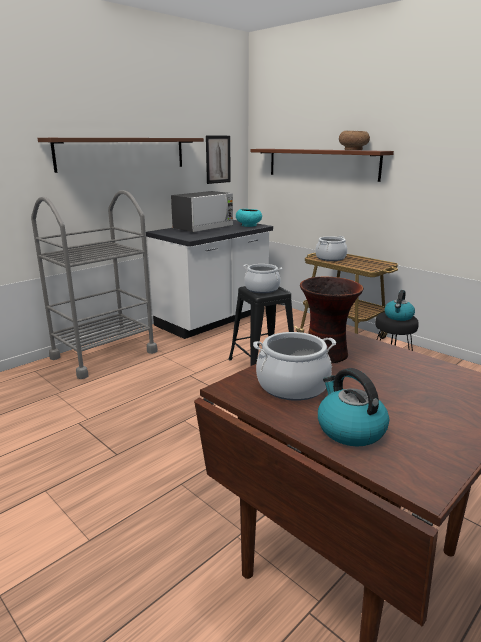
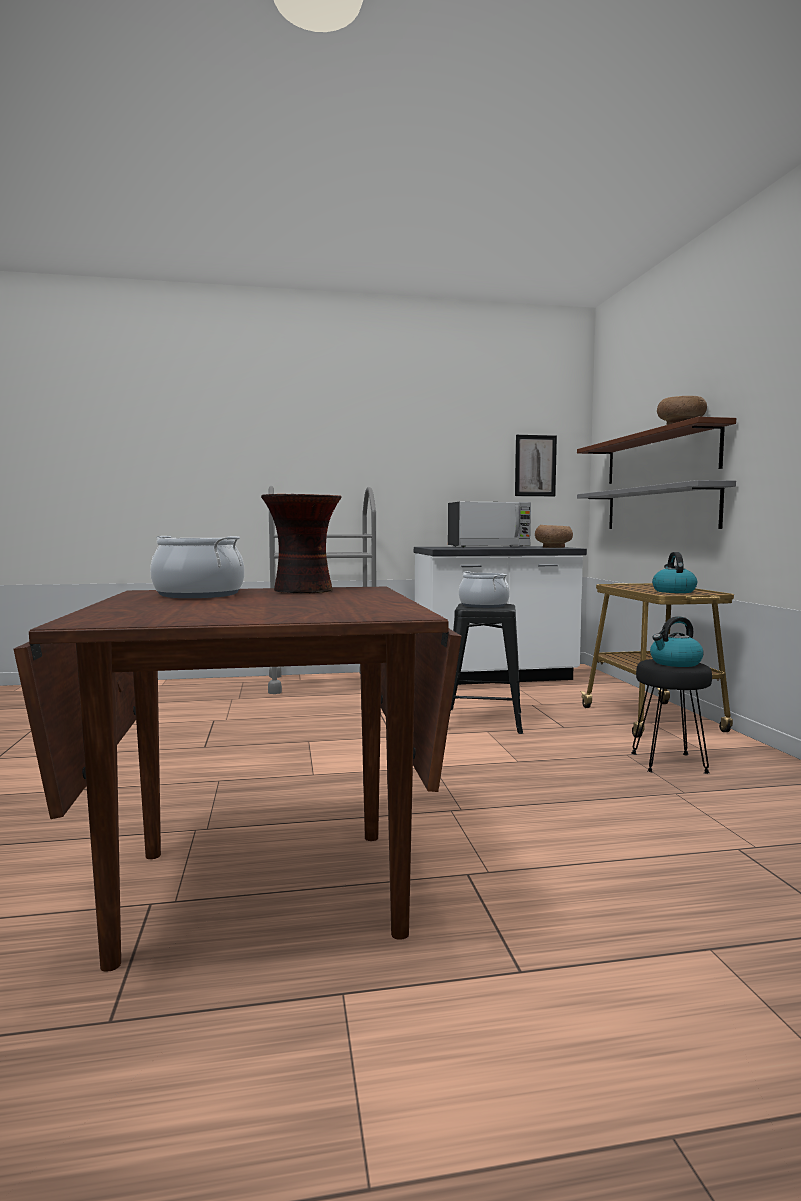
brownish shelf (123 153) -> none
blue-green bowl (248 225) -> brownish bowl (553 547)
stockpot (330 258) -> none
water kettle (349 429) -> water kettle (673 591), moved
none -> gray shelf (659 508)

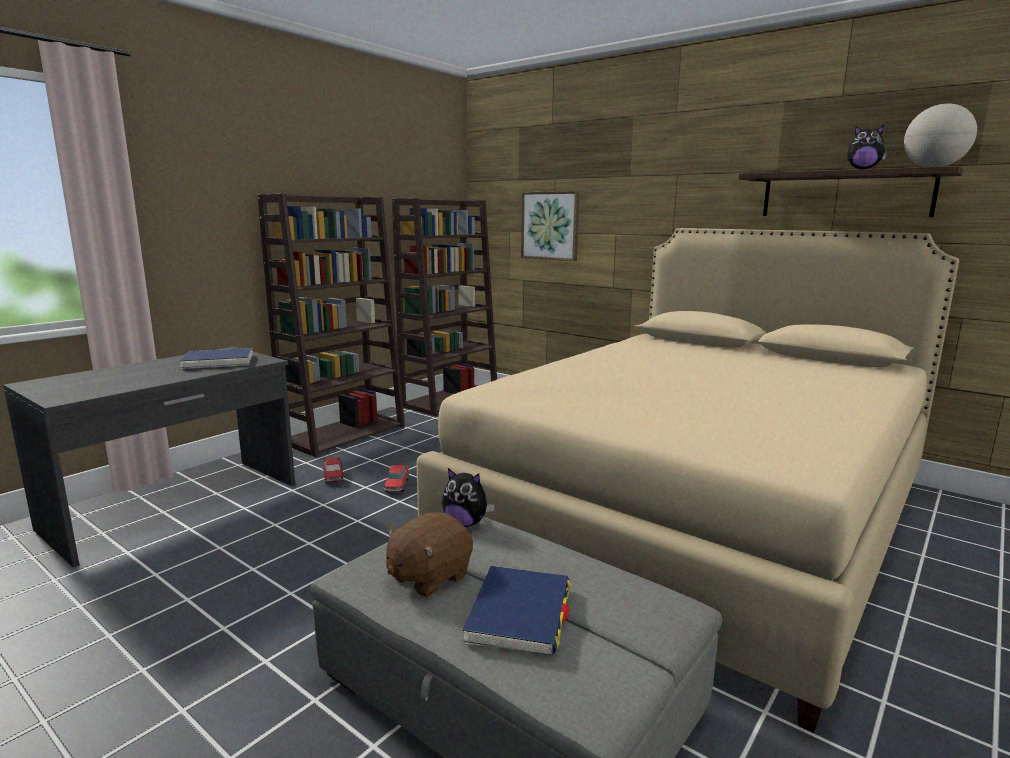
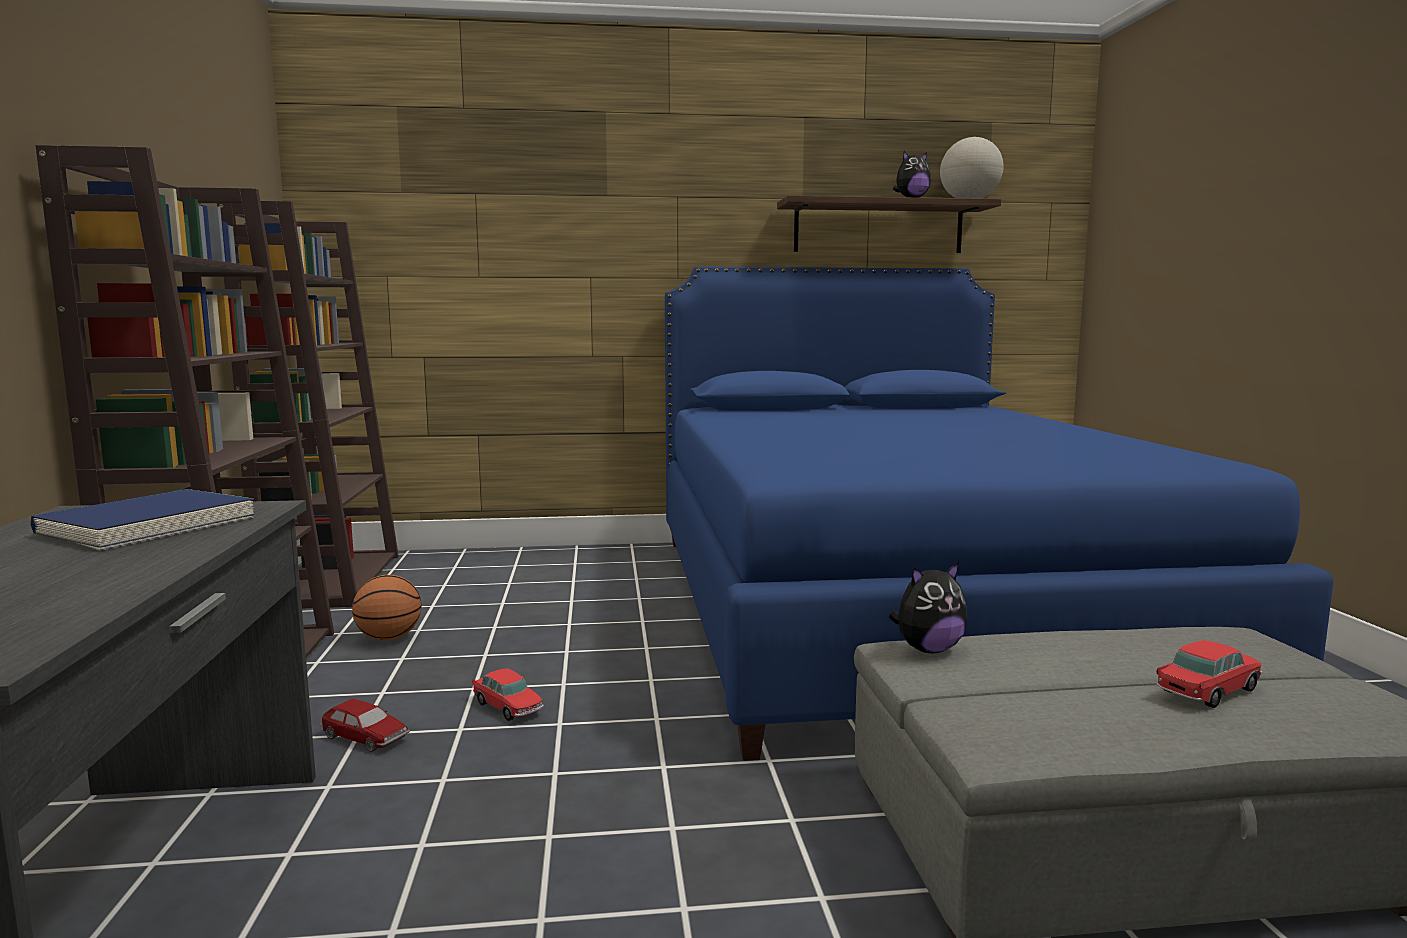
wall art (550 225) -> none
sand-coloured bed (696 515) -> bluish bed (895 610)
brownish soft toy (428 577) -> none
bluish bound book (519 614) -> toy car (1208 691)
none -> ball for basketball (389 638)

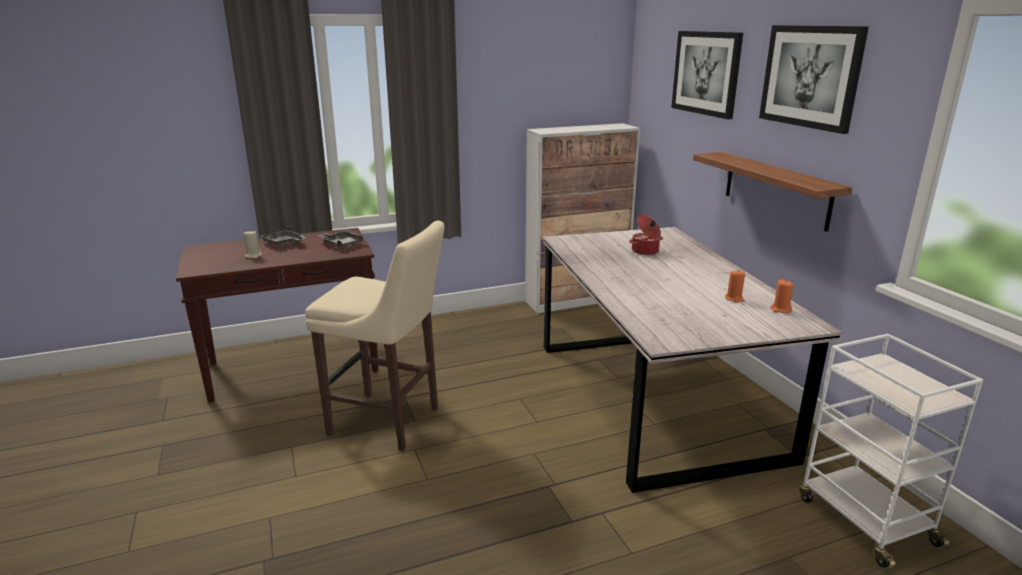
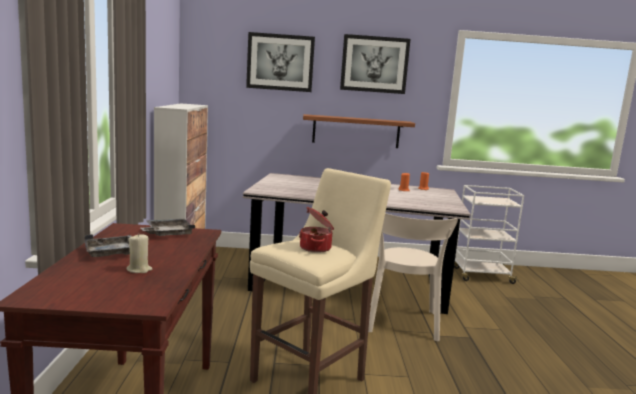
stockpot (645 251) -> stockpot (316 248), moved
none -> sand-coloured plain chair (402 324)

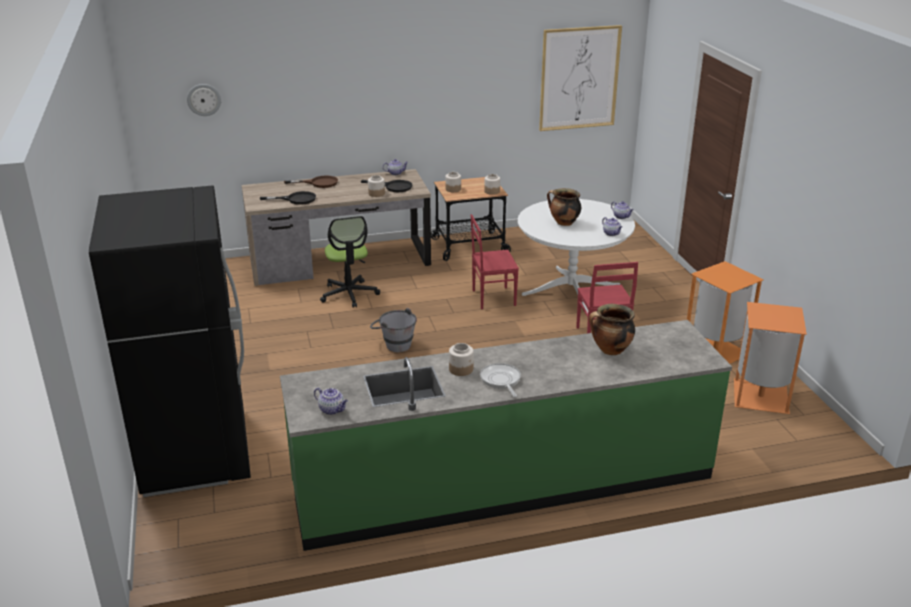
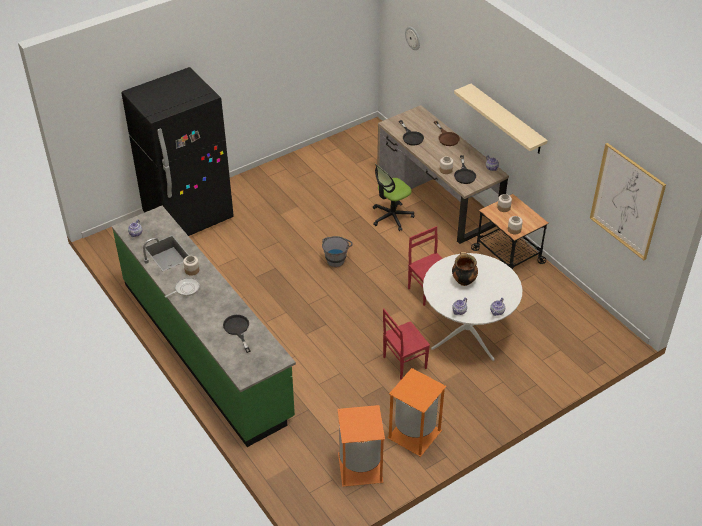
stockpot (610 350) -> black-coloured skillet (237 329)
none -> sand-coloured shelf (507 119)

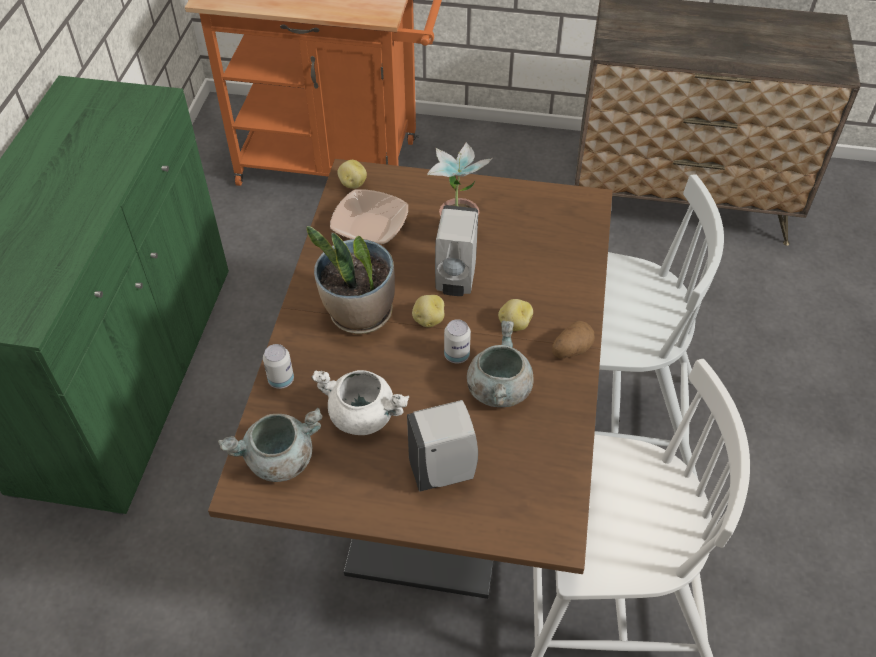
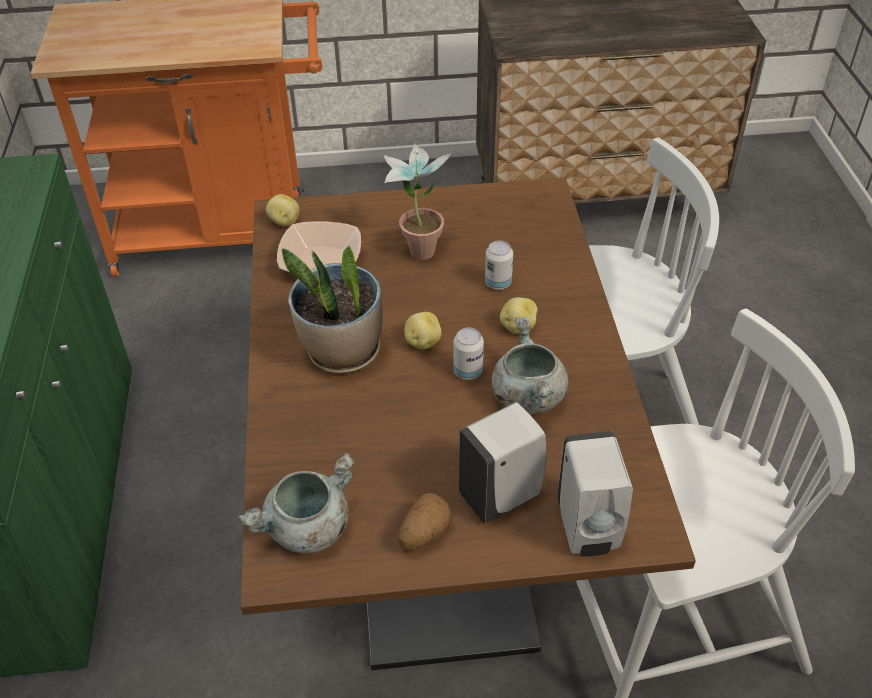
white-coloured soap dispenser (455 280) -> white-coloured soap dispenser (587 531), moved
whole potato (571 349) -> whole potato (423 533), moved
metal can (281 380) -> metal can (498 283), moved
white-coloured stockpot (364 415) -> none

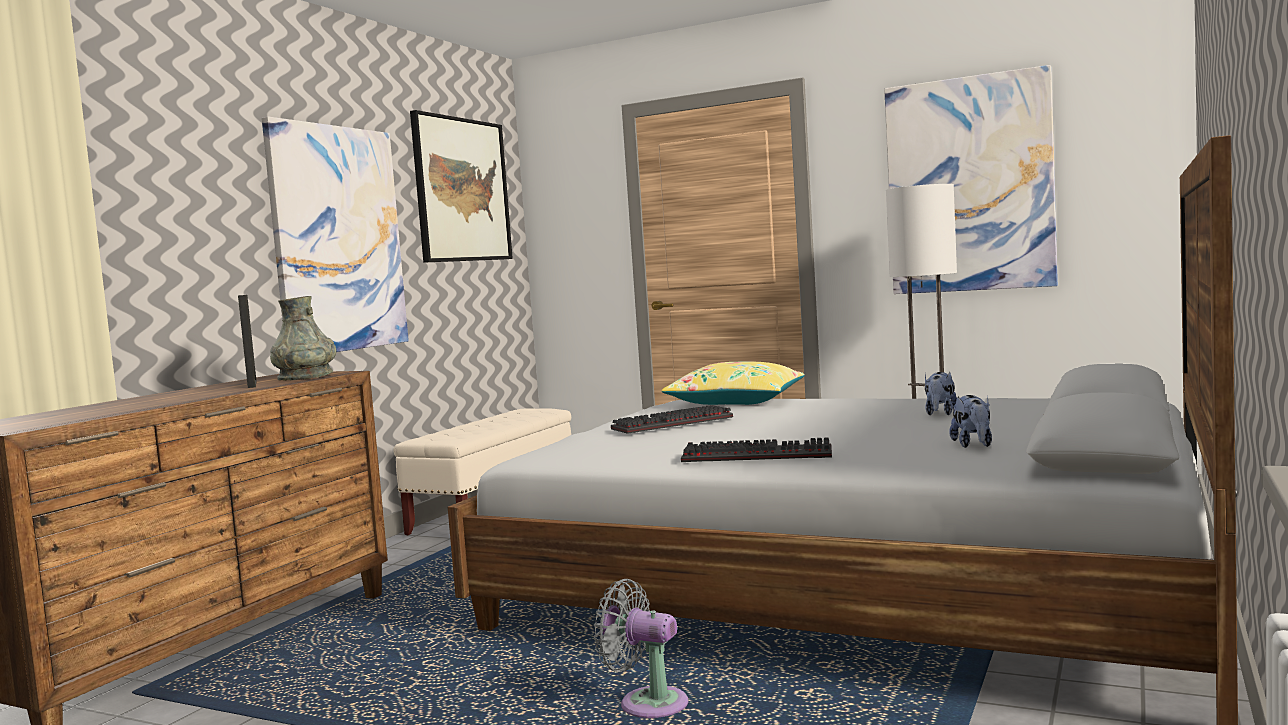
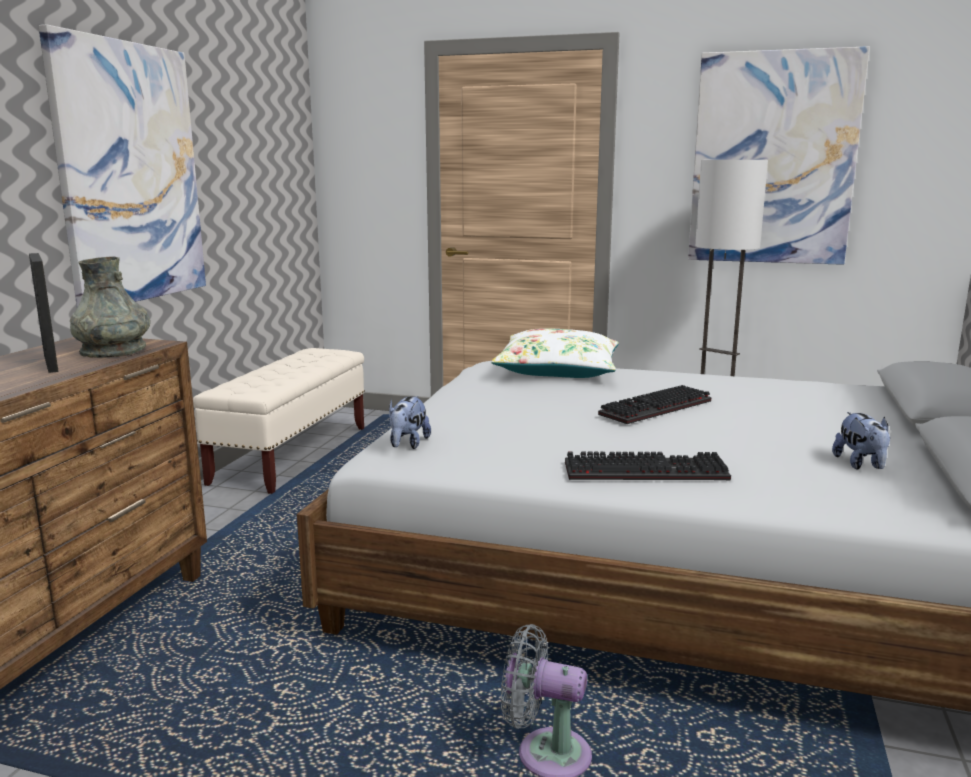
wall art (461 190) -> none
yellowish throw pillow (736 401) -> white-coloured throw pillow (558 370)
soft toy (940 413) -> soft toy (407 444), moved
computer keyboard (672 424) -> computer keyboard (656 409), moved

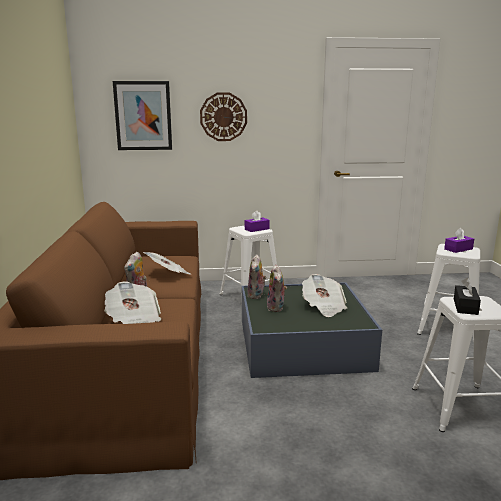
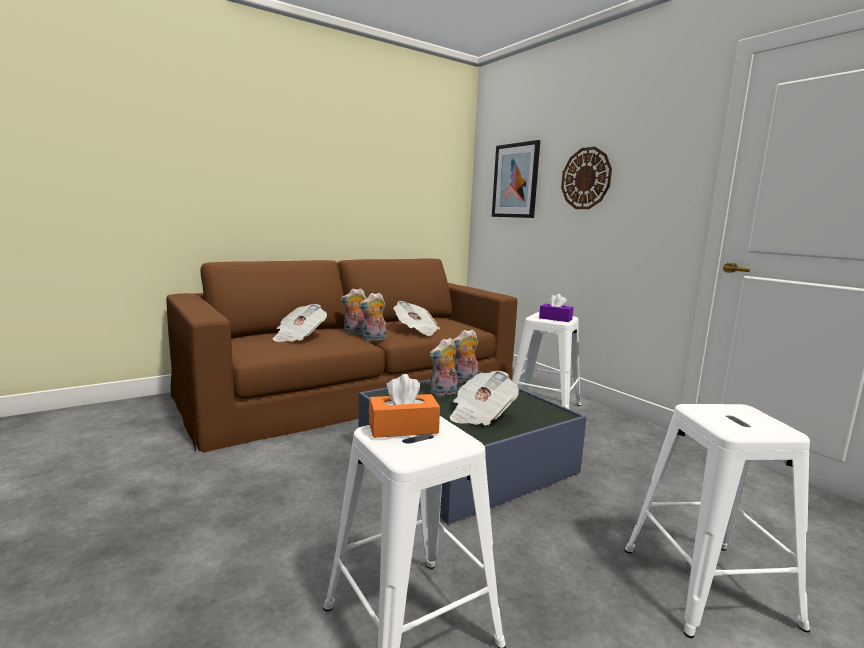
purple tissue holder (458 249) -> none
black-coloured tissue holder (465 306) -> orange-coloured tissue holder (403 428)
none -> soft toy (373 340)

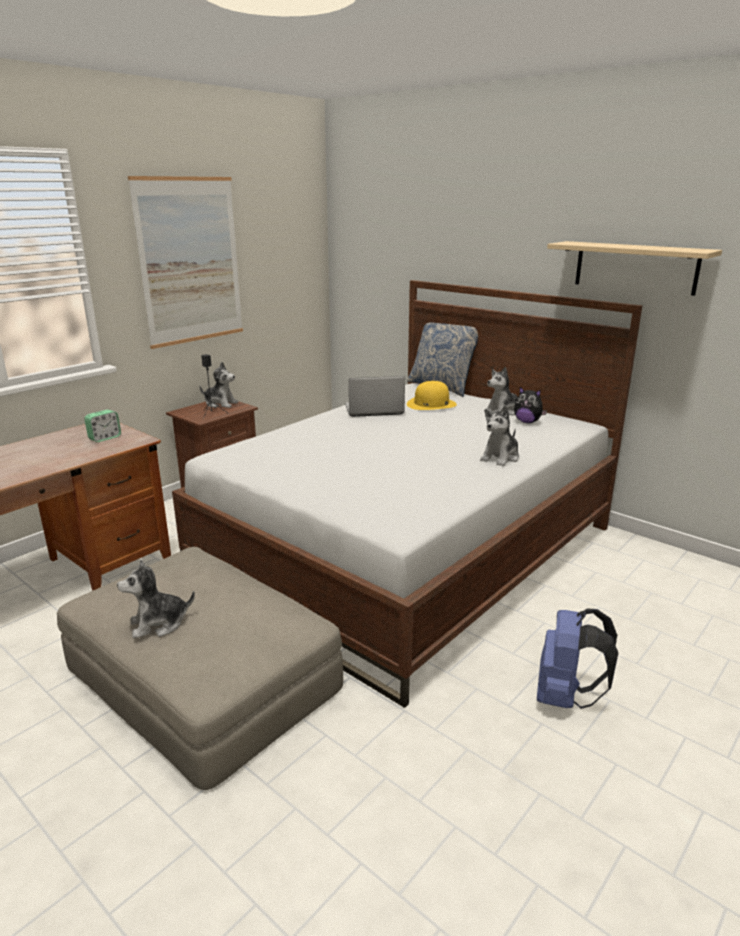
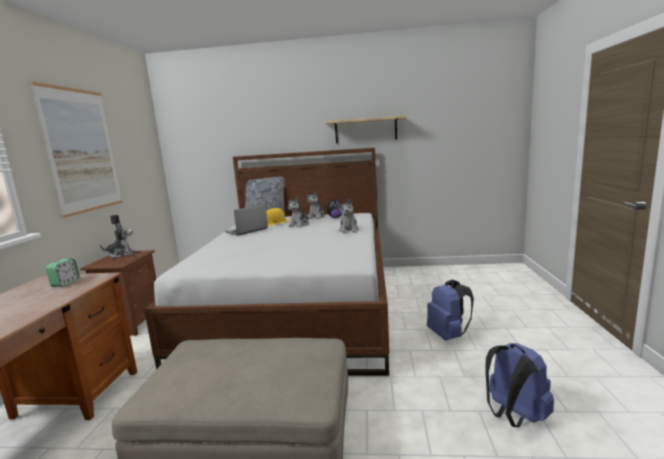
soft toy (158 624) -> soft toy (299 225), moved
none -> bluish knapsack (514 416)

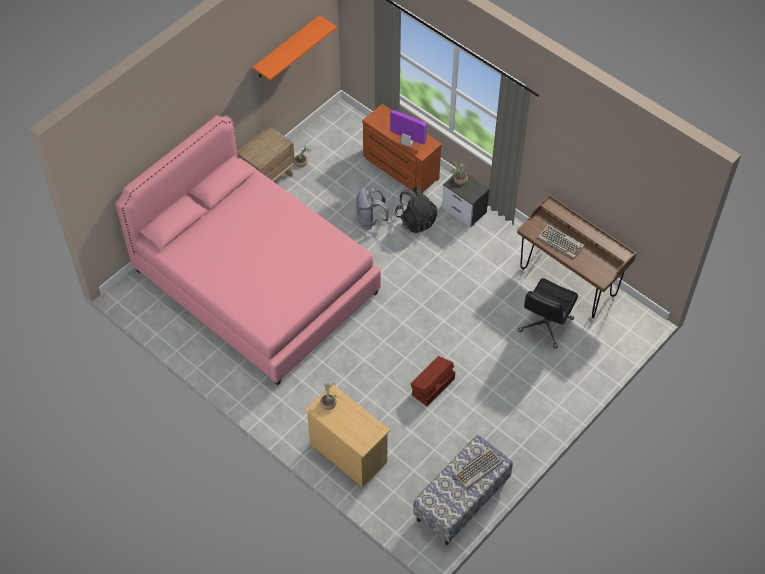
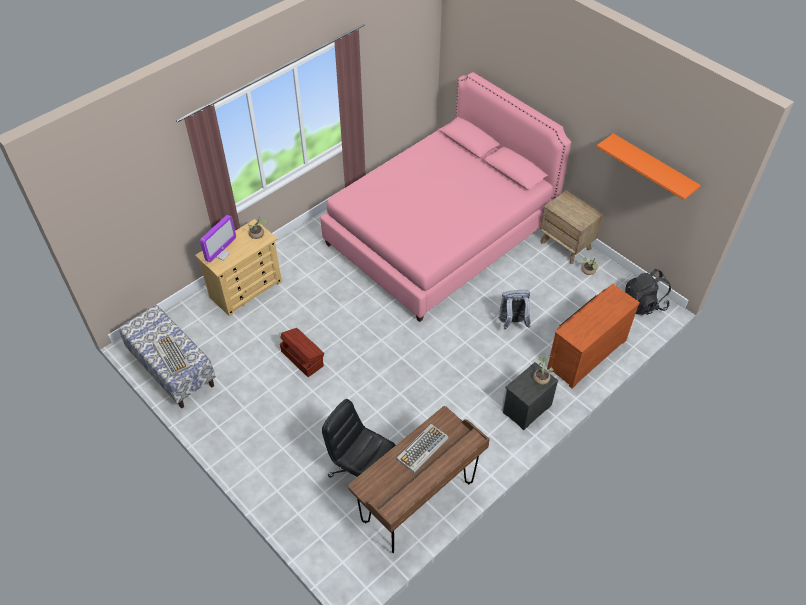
computer screen (407 142) -> computer screen (221 254), moved
black-coloured knapsack (416 220) -> black-coloured knapsack (643 304), moved

